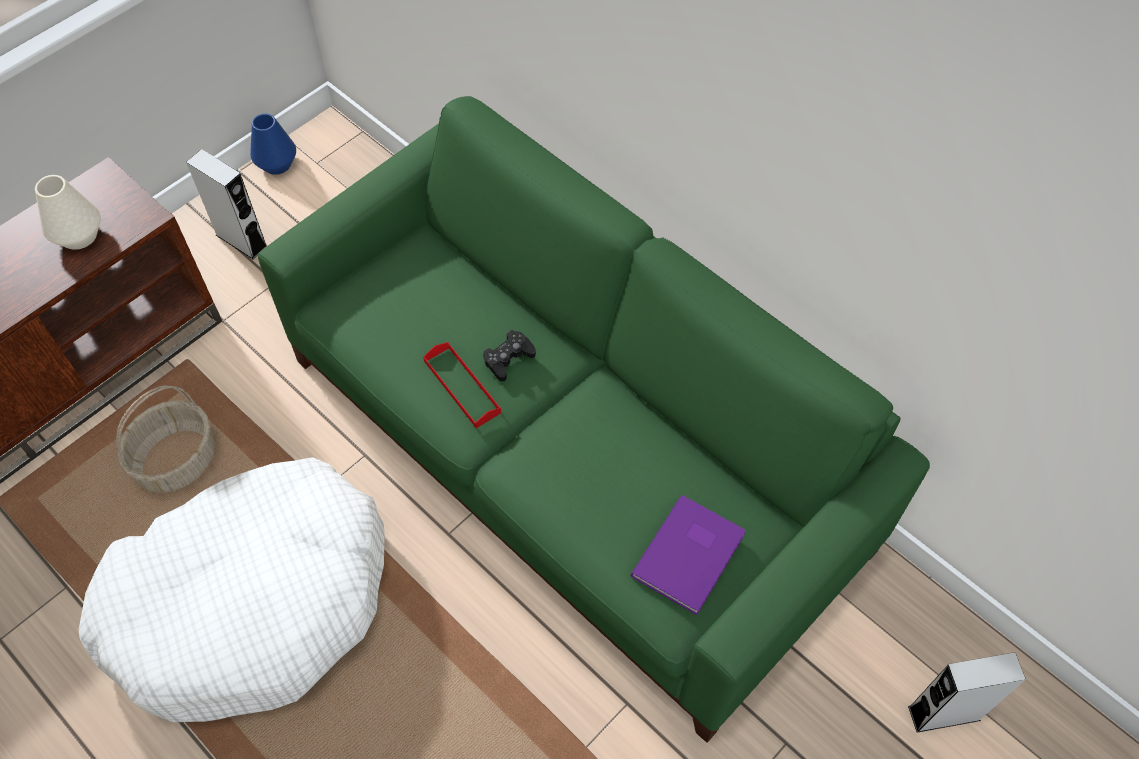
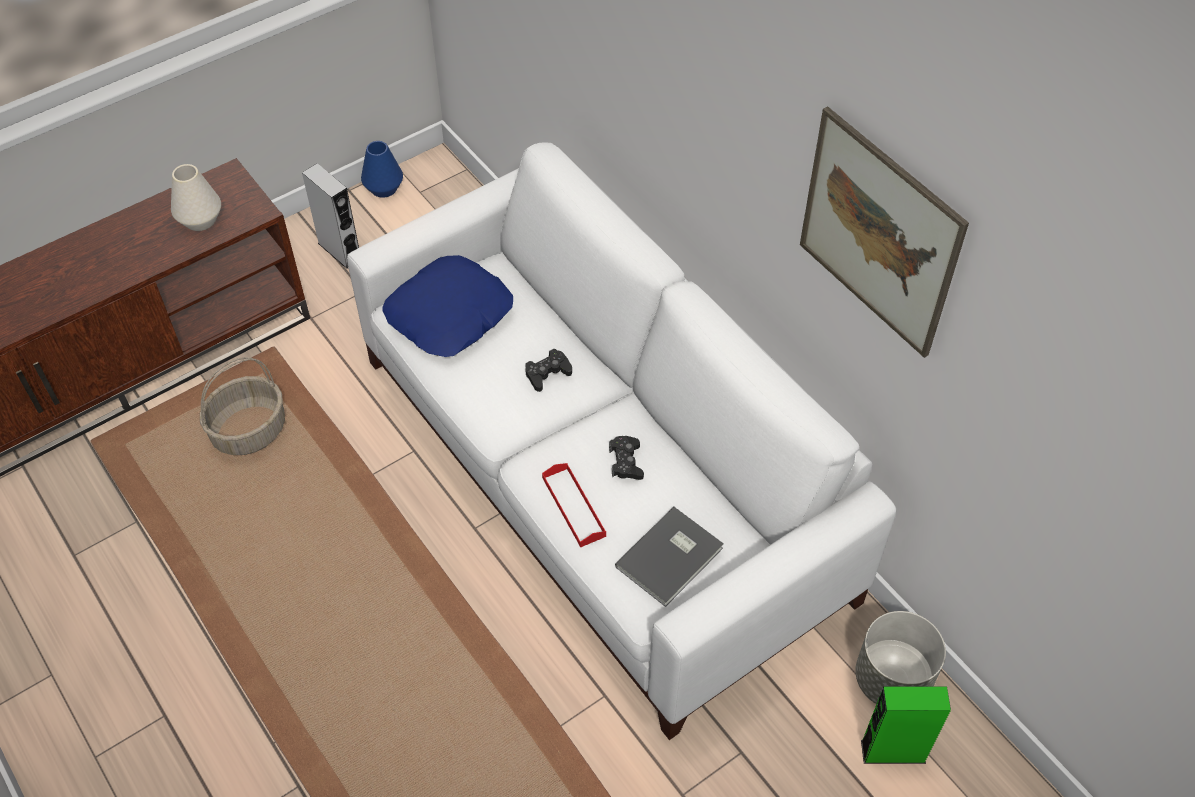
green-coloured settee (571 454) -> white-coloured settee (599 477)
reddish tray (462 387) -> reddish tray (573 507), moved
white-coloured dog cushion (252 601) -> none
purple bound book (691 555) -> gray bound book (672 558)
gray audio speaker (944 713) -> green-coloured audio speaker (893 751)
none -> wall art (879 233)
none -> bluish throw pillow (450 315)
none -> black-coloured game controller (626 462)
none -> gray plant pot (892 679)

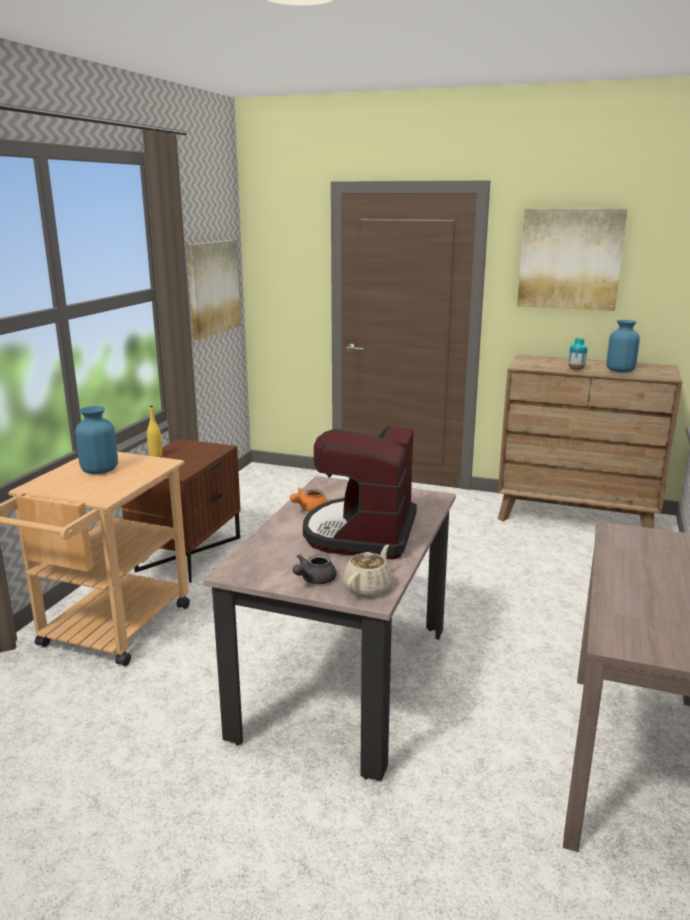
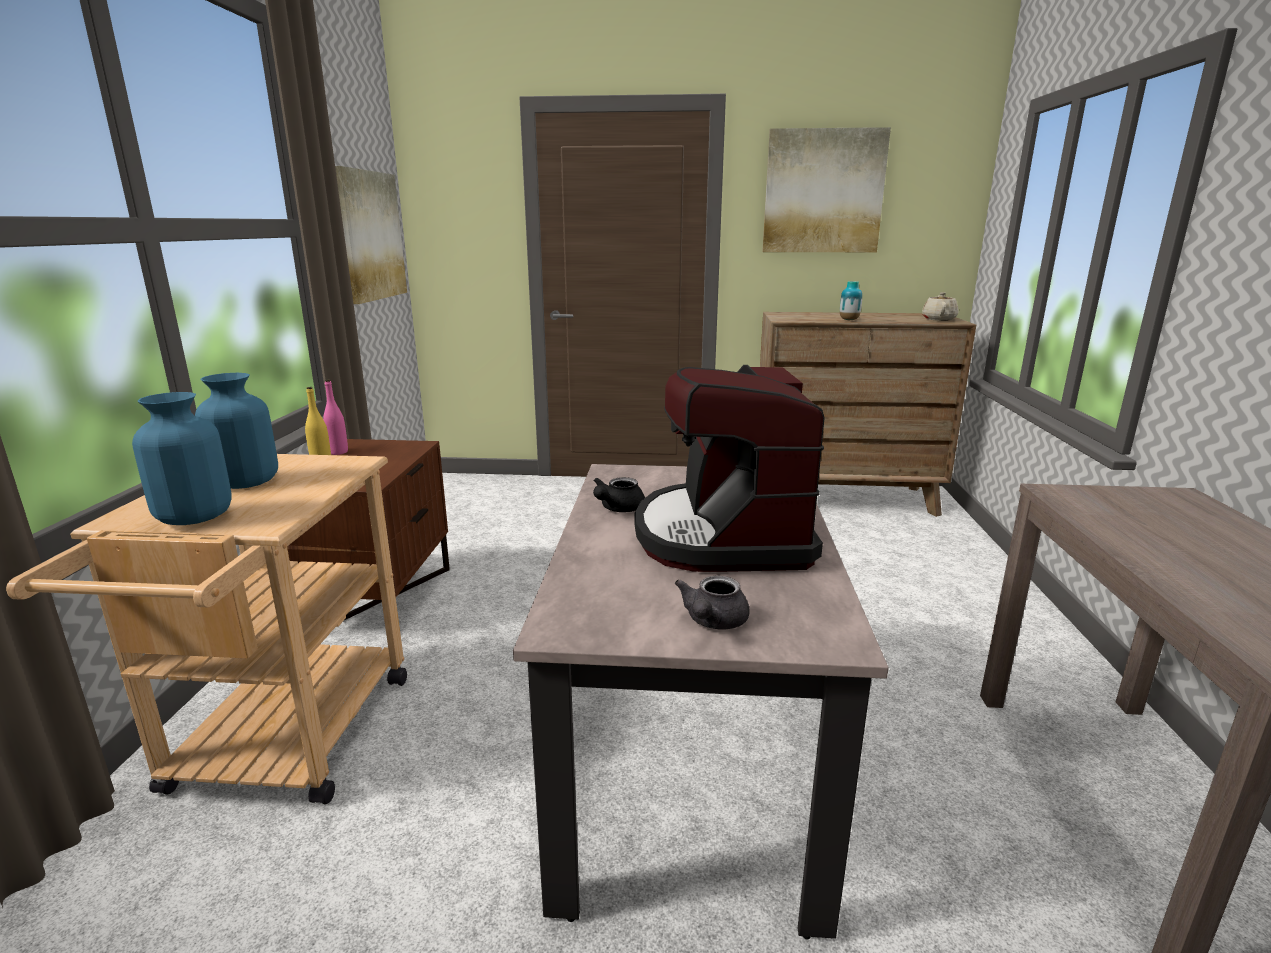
bluish flower vase (620 370) -> bluish flower vase (195 516), moved
orange-coloured tea pot (309 509) -> black-coloured tea pot (617 509)
sand-coloured tea pot (368 587) -> sand-coloured tea pot (938 319), moved
none -> pink drink bottle (338 452)

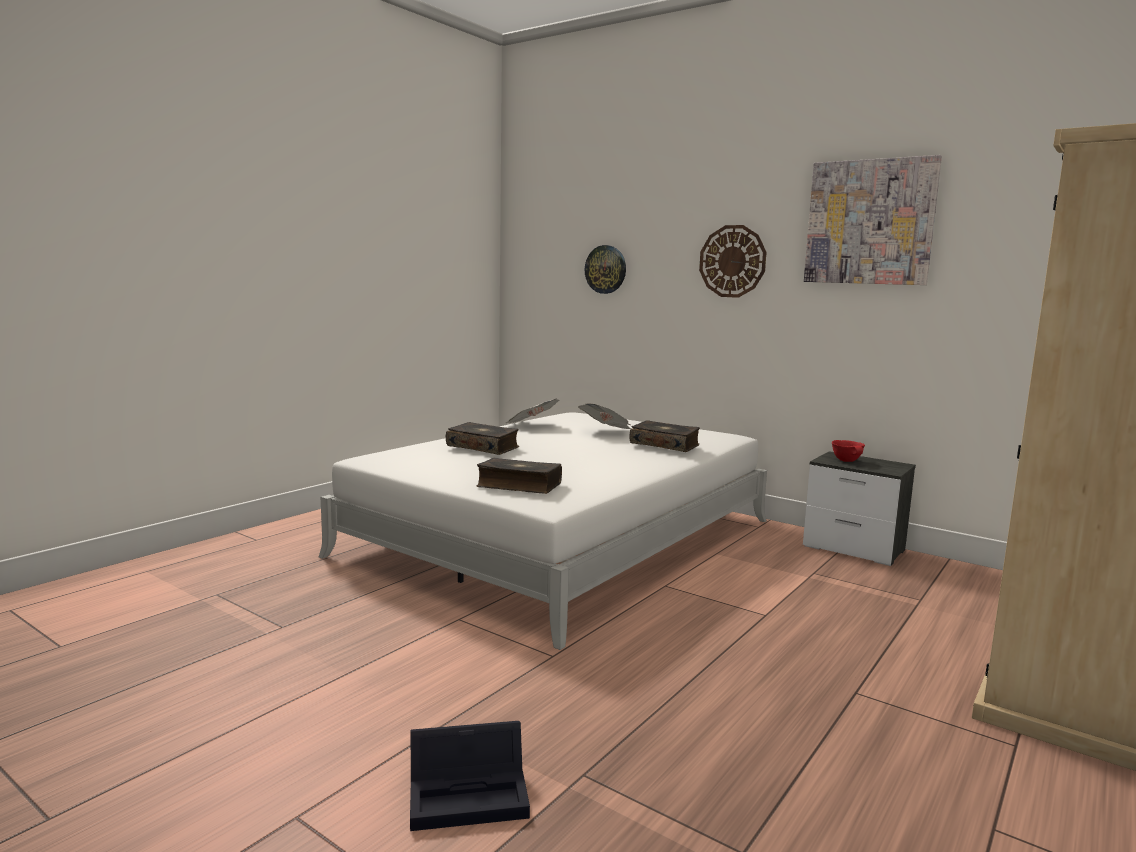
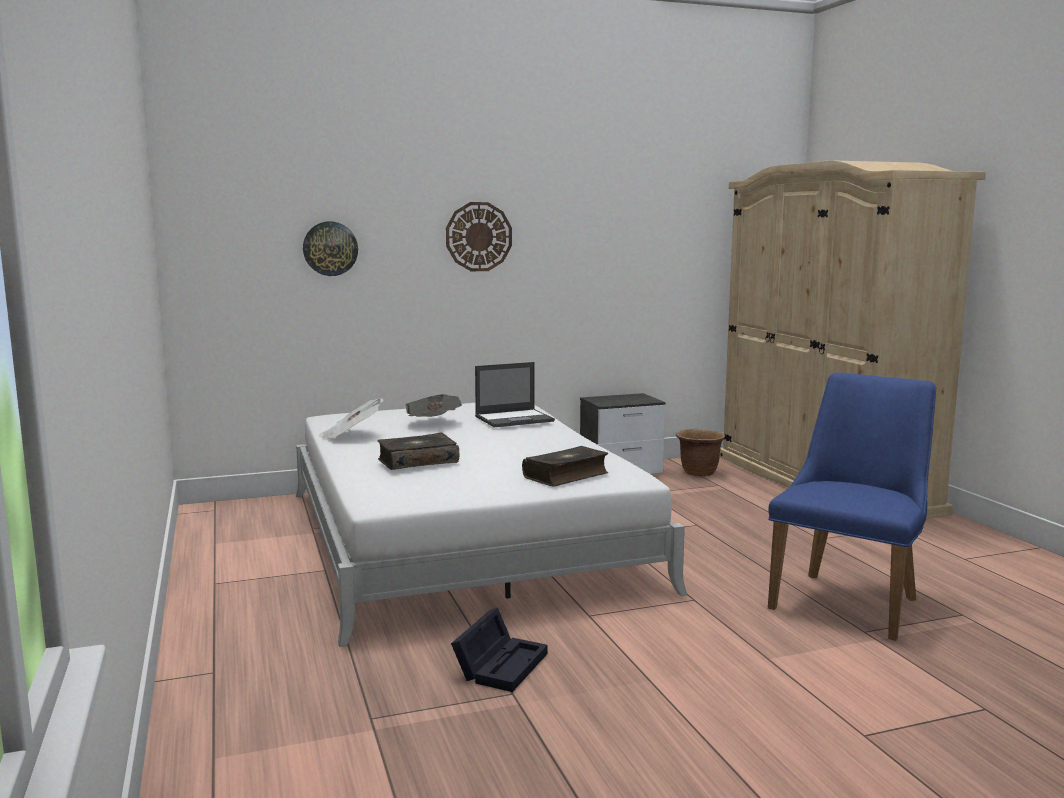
wall art (869 222) -> none
bound book (665 444) -> laptop (515 419)
reddish bowl (847 461) -> none
black-coloured storage box (471 793) -> black-coloured storage box (501 664), moved
none -> bluish plain chair (851 599)
none -> brownish plant pot (698 472)

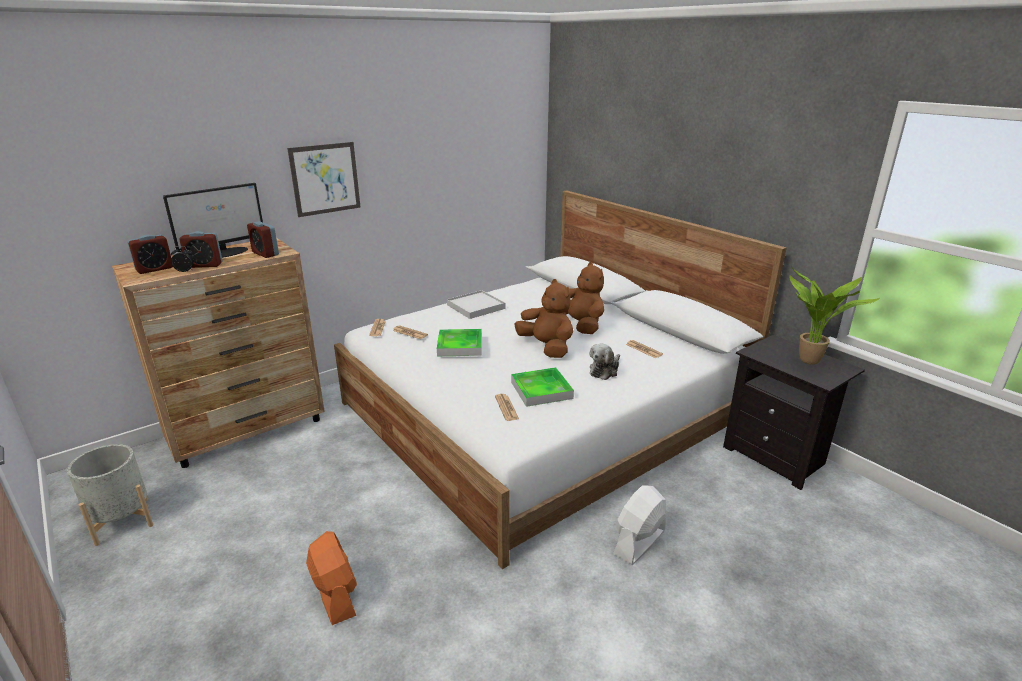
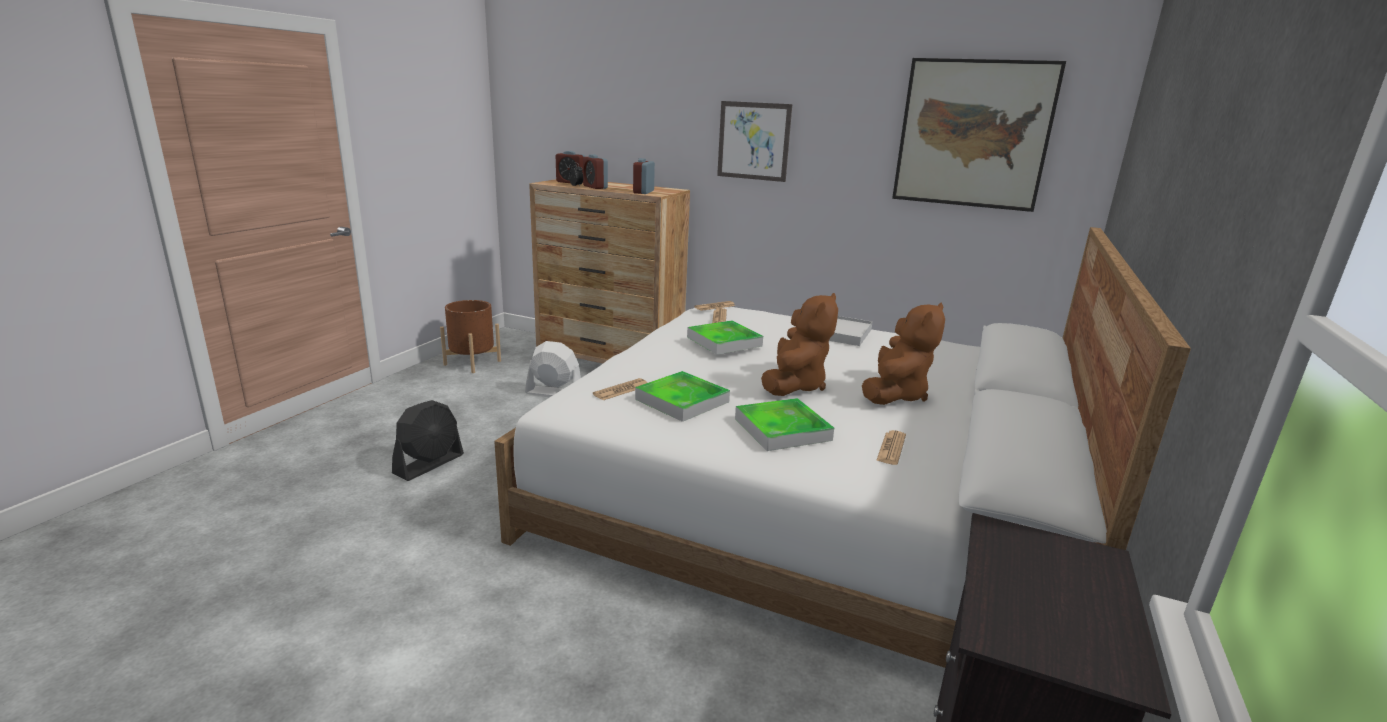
computer screen (224 253) -> none
houseplant (809 362) -> none
soft toy (604 370) -> tray (782 429)
gray plant pot (122 521) -> brownish plant pot (472 363)
white-coloured fan (639 542) -> white-coloured fan (554 393), moved
orange-coloured fan (335 594) -> black-coloured fan (429 464)
none -> wall art (973 134)

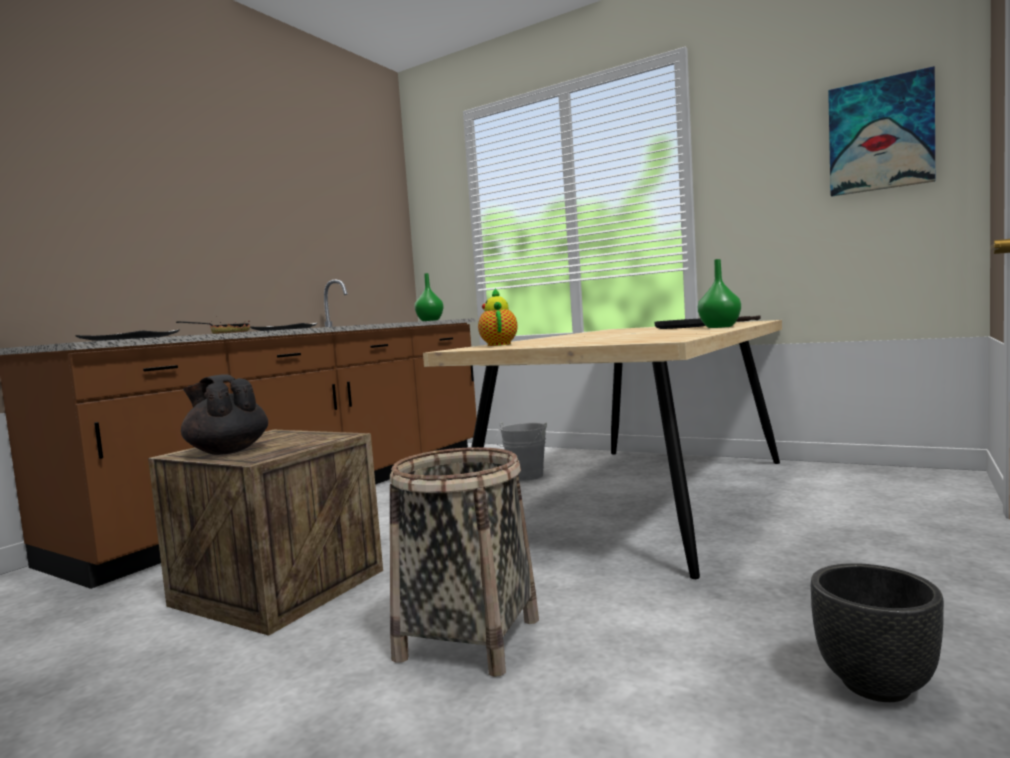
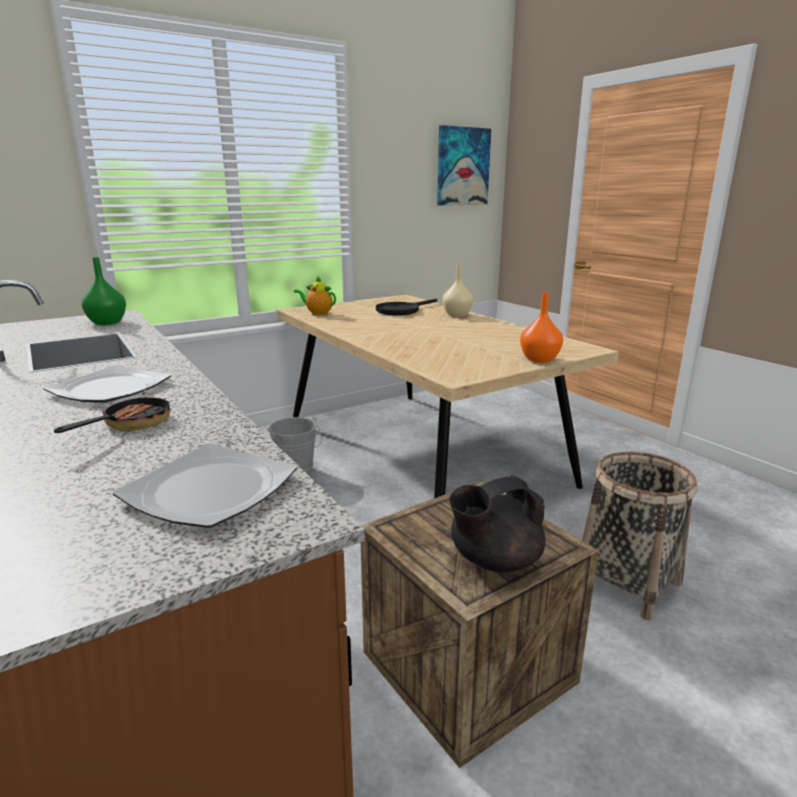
green-coloured flower vase (720 327) -> sand-coloured flower vase (456 315)
tea pot (499 345) -> tea pot (317 313), moved
black-coloured plant pot (874 685) -> none
none -> orange-coloured flower vase (539 359)

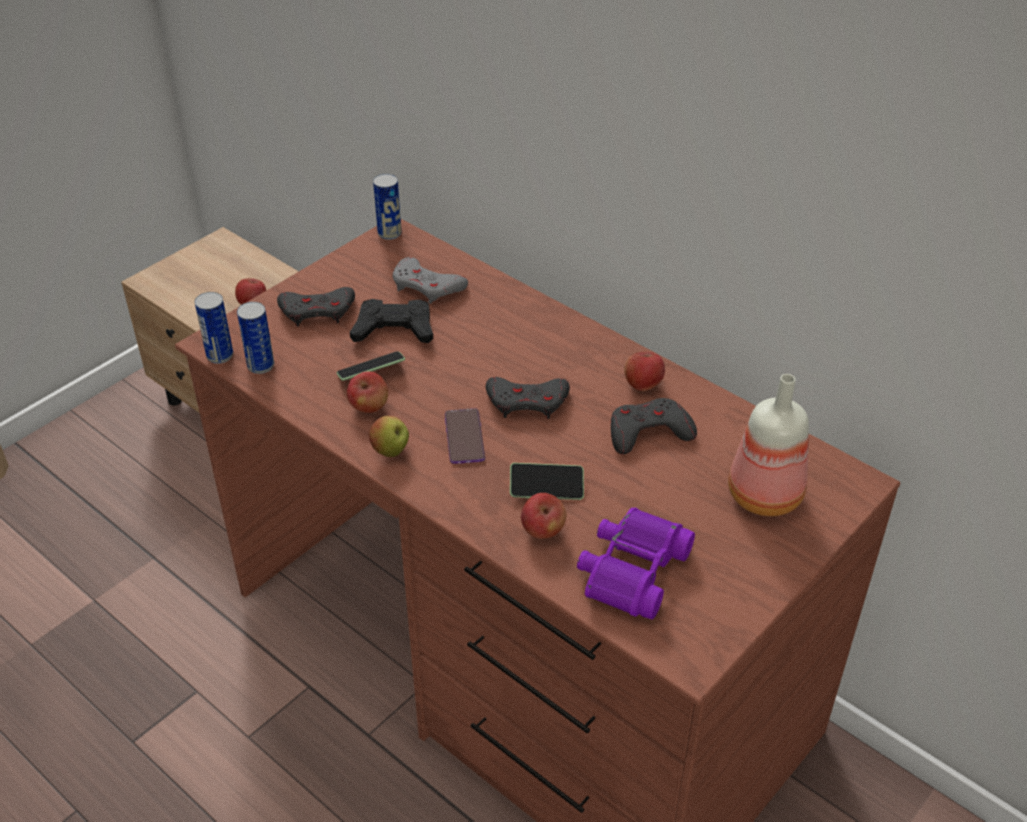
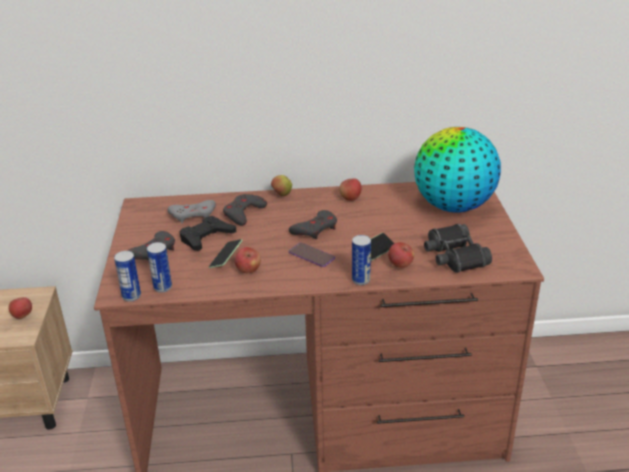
metal can (389 233) -> metal can (361 280), moved
drink bottle (762 494) -> desk globe (453 206)
gray game controller (648 432) -> gray game controller (243 213), moved
apple fruit (391 451) -> apple fruit (282 195), moved
purple pair of binoculars (631 571) -> black-coloured pair of binoculars (454 256)

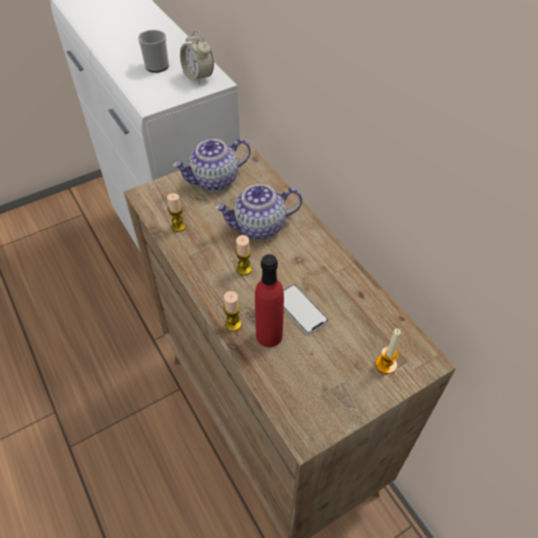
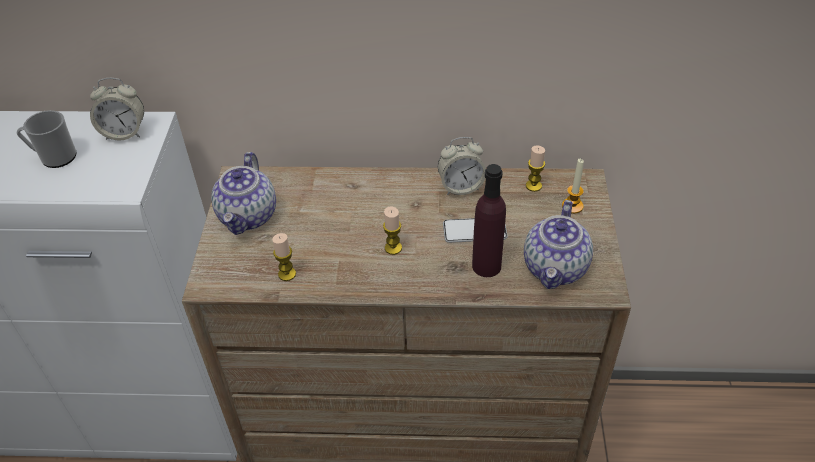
tea pot (259 226) -> tea pot (556 268), moved
reddish drink bottle (269 335) -> purple drink bottle (486 266)
candle (233 324) -> candle (533 186), moved
none -> bedside clock (460 187)

